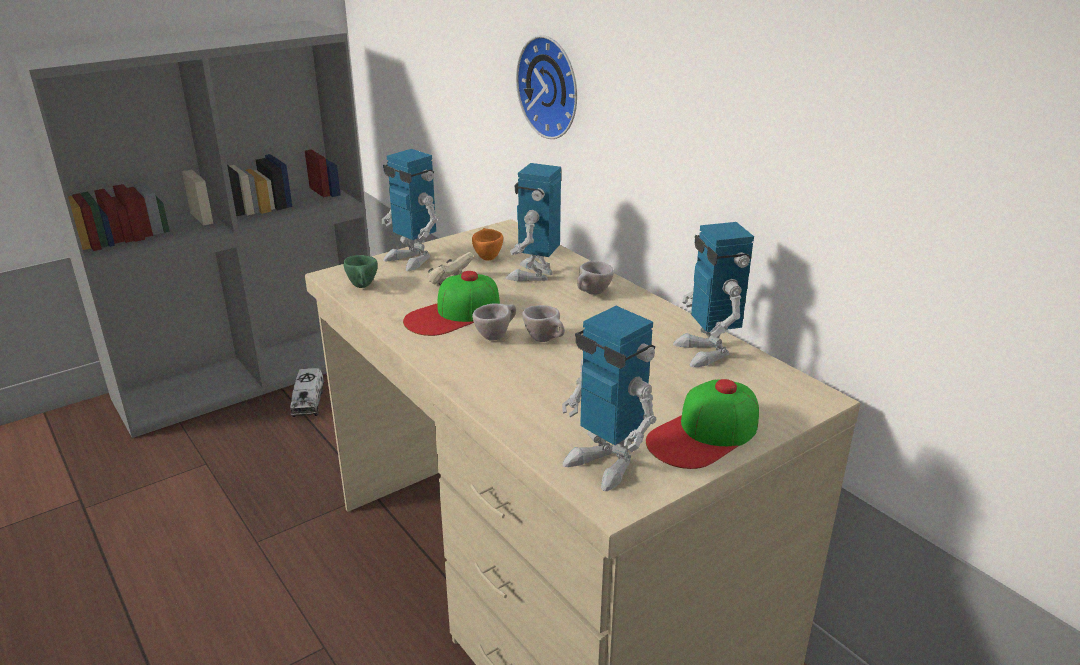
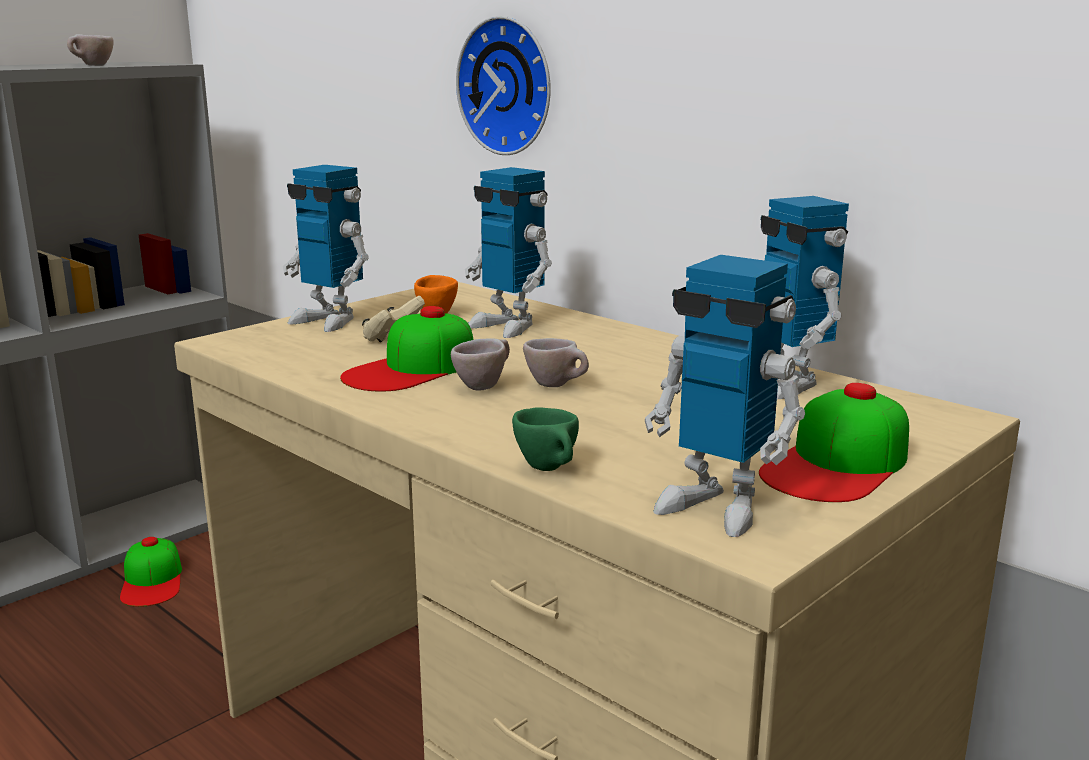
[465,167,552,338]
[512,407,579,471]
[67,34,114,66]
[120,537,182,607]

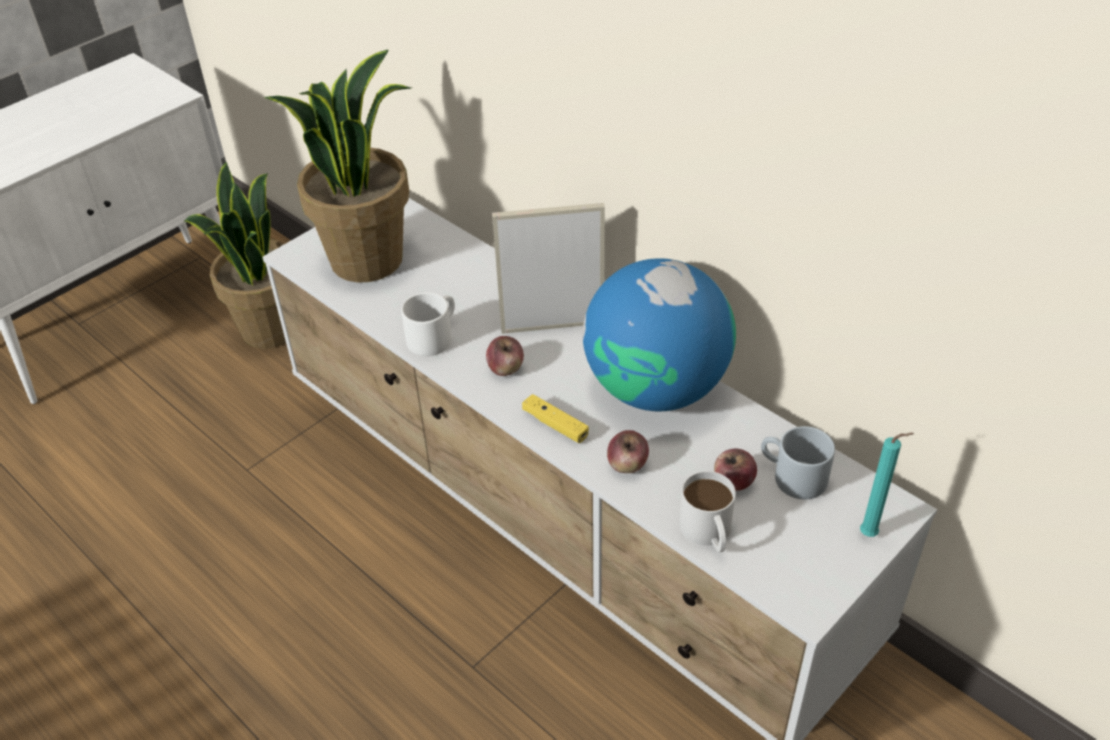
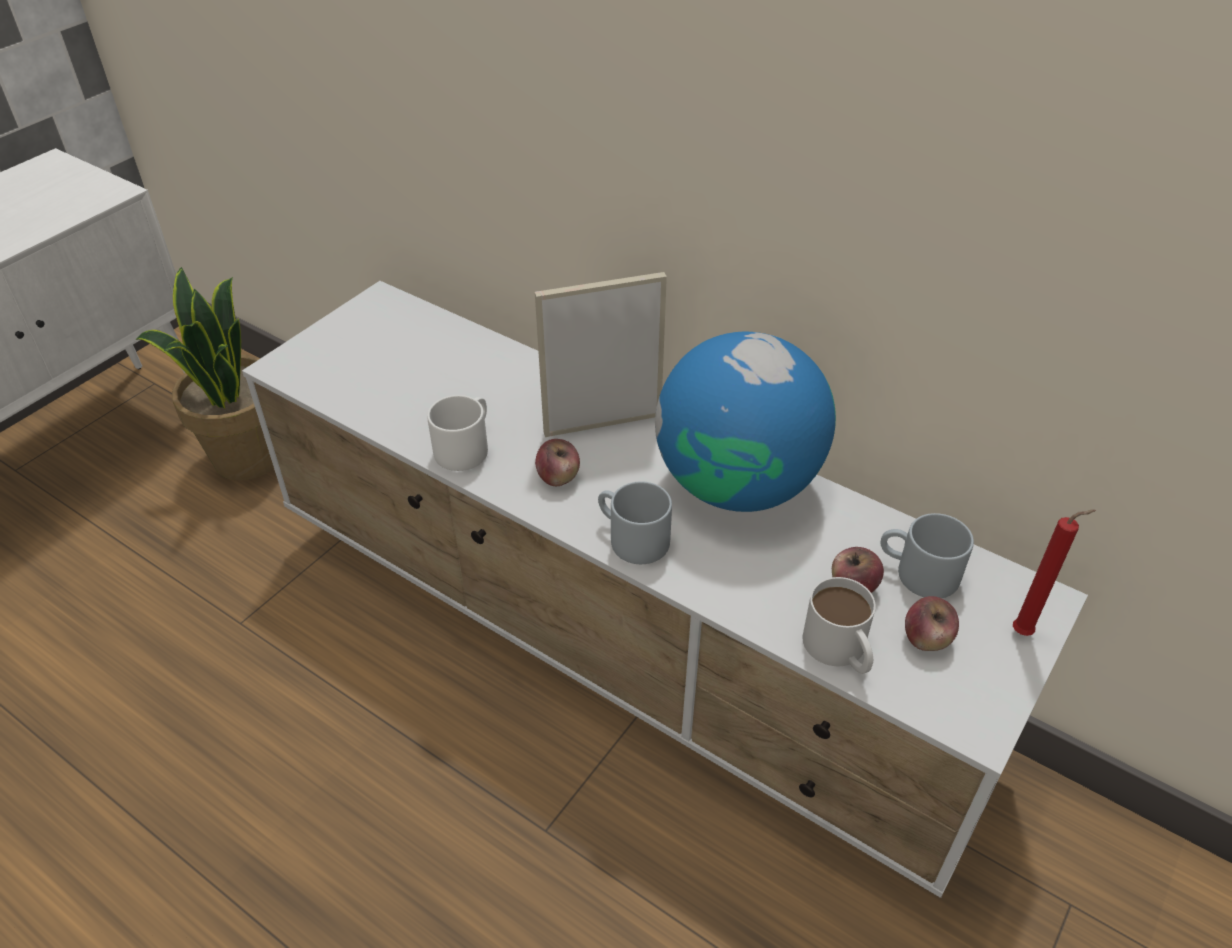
[265,50,411,283] (first image)
[598,481,672,564]
[905,596,959,651]
[1013,509,1096,636]

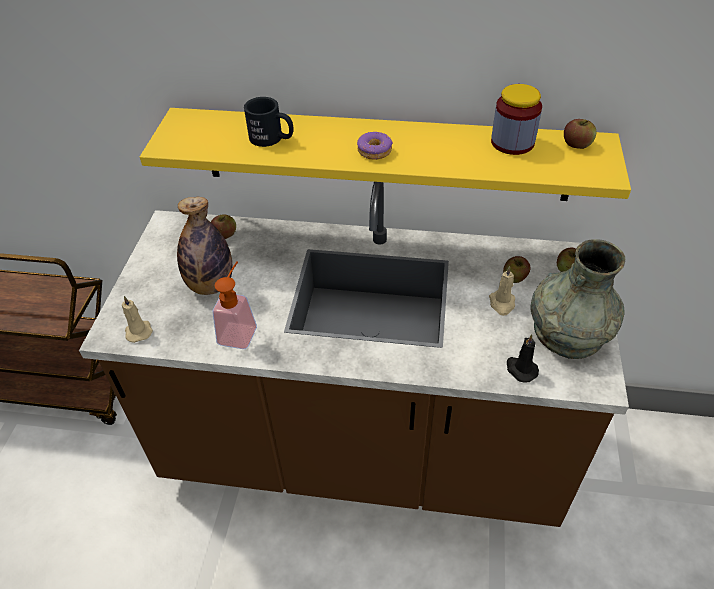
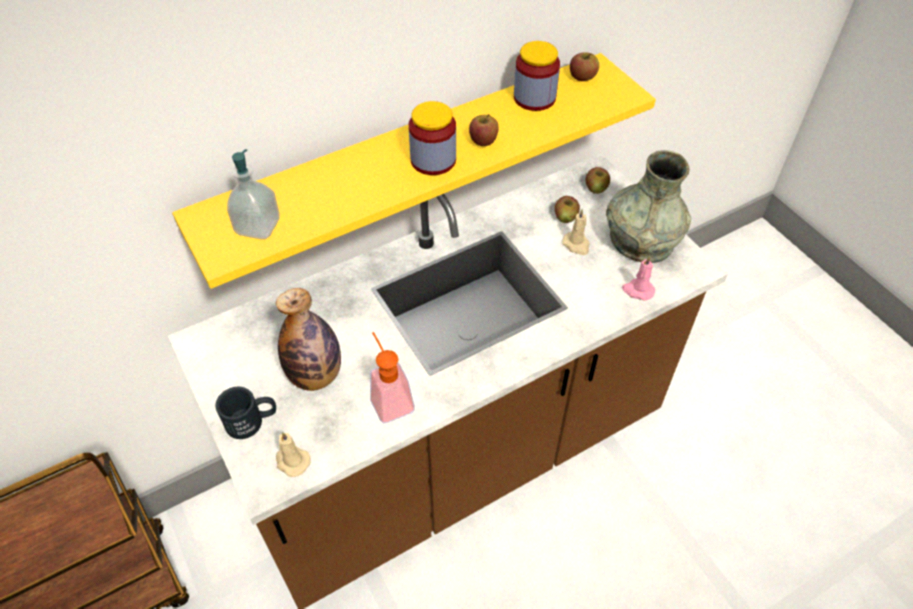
[216,387,276,439]
[409,101,456,175]
[469,114,499,146]
[622,256,655,301]
[227,149,280,239]

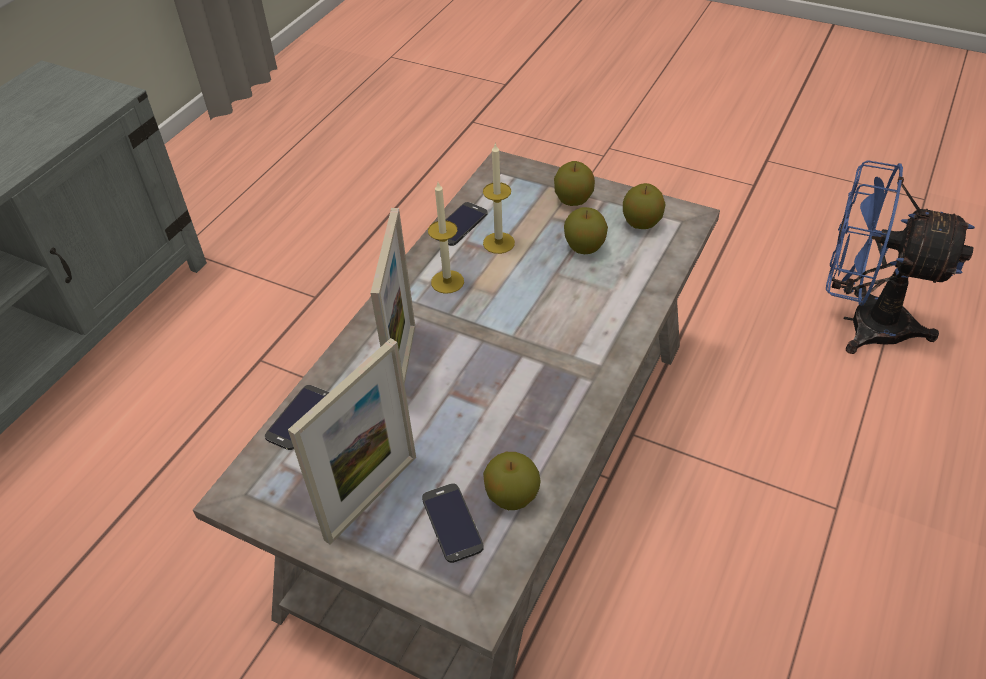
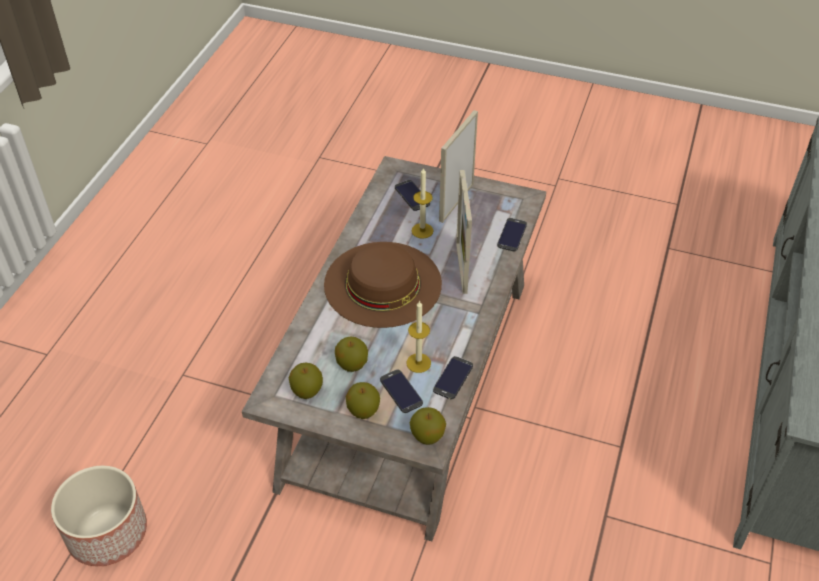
[51,466,147,566]
[412,168,434,239]
[410,407,446,445]
[324,242,442,328]
[380,369,423,413]

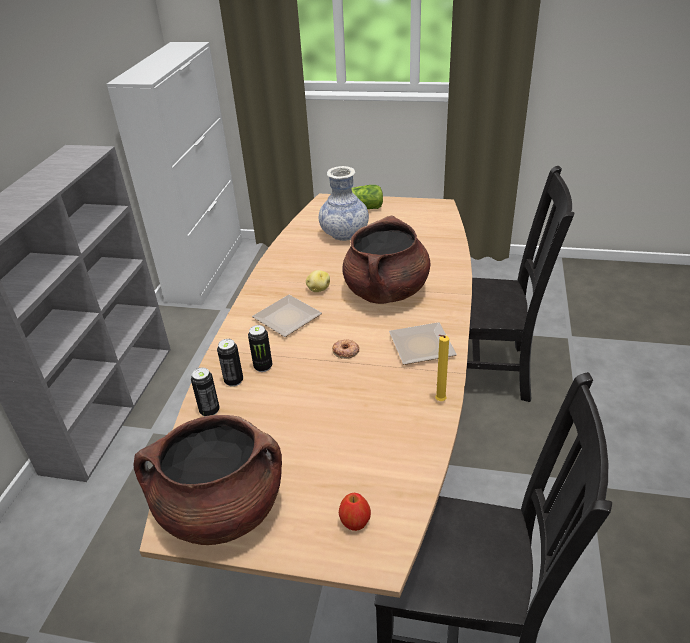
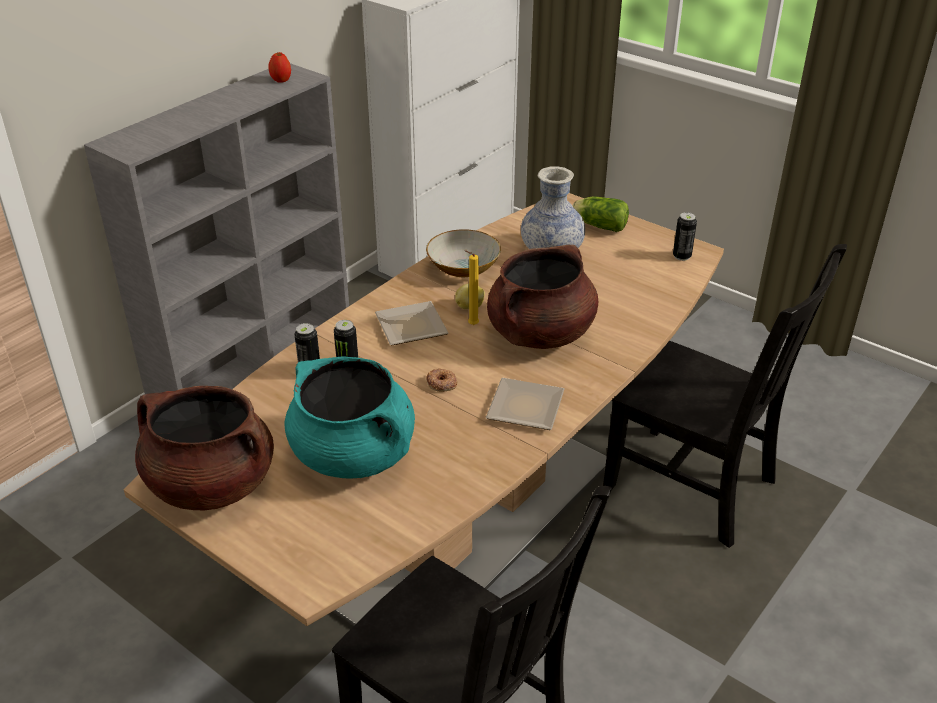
[465,250,479,325]
[673,212,697,261]
[268,52,291,83]
[426,229,501,277]
[285,356,415,479]

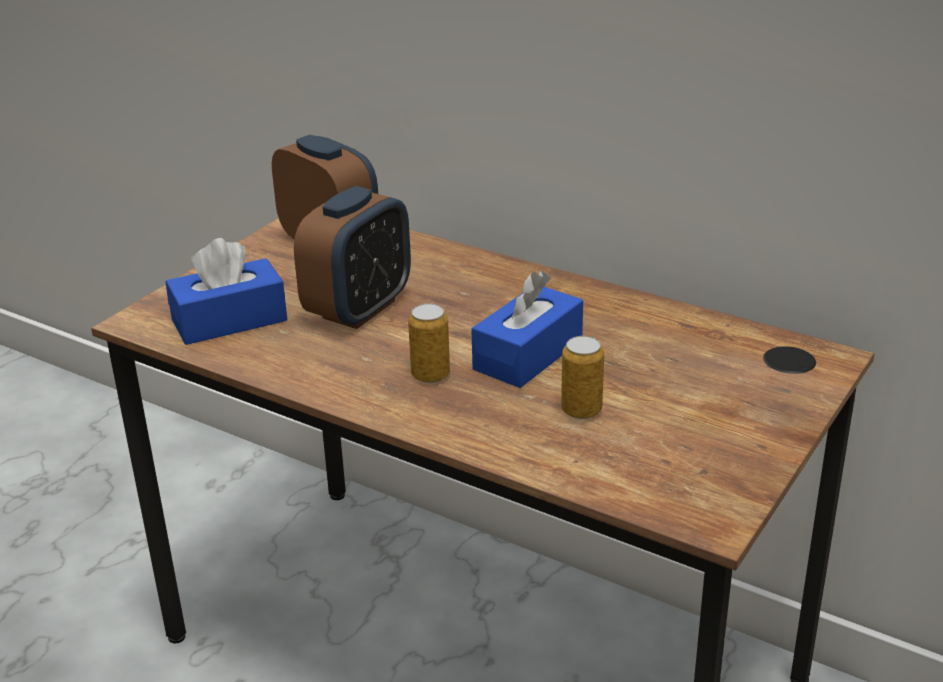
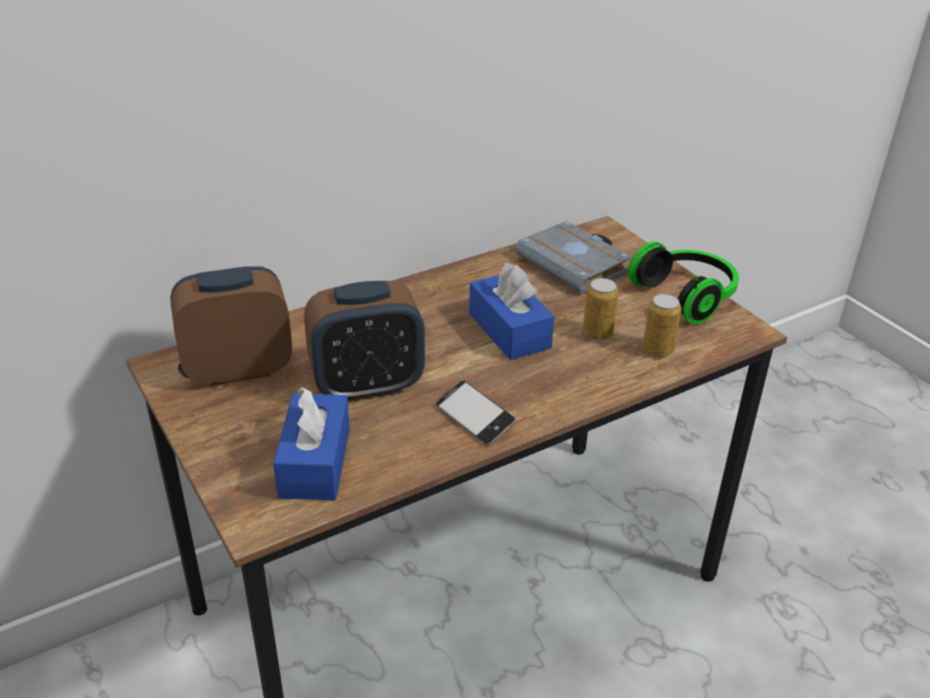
[304,281,425,402]
[643,294,682,357]
[515,221,632,293]
[628,242,739,324]
[436,380,516,446]

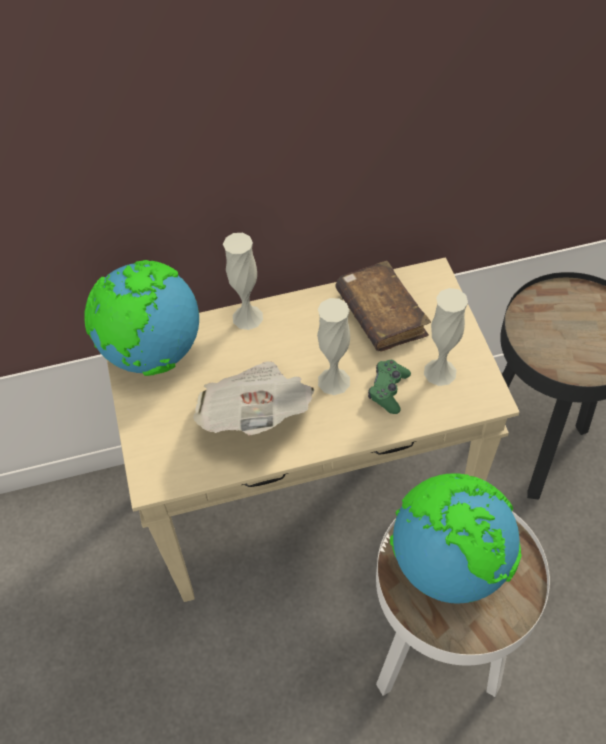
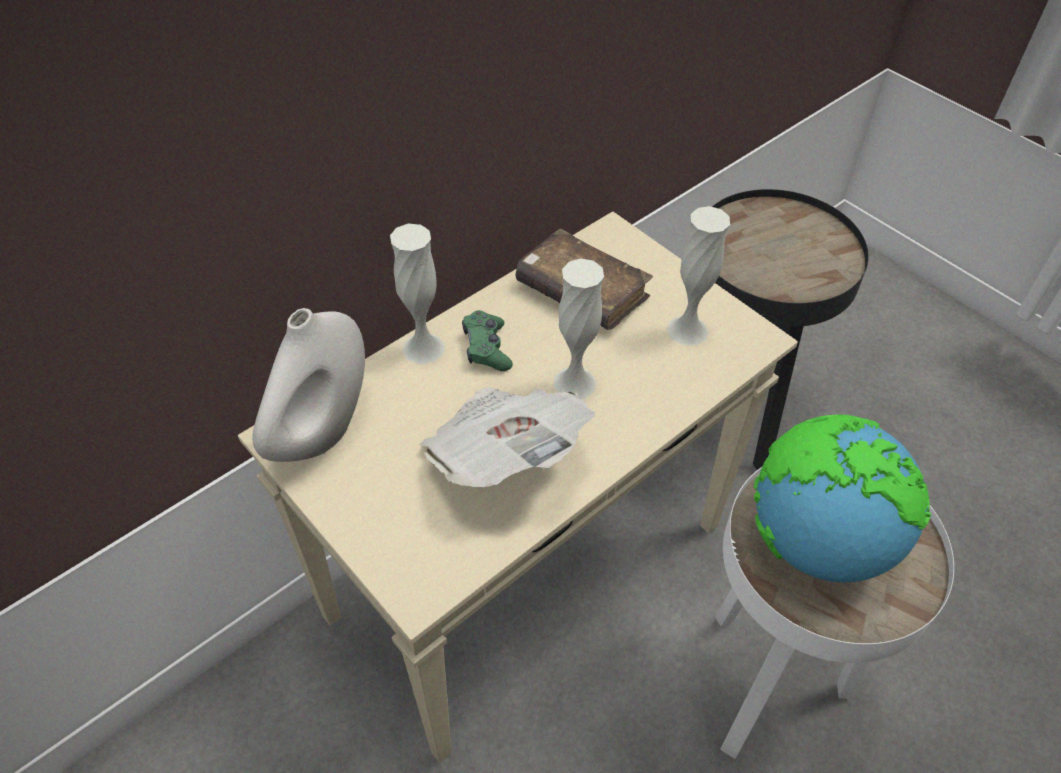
[253,308,365,462]
[462,310,513,371]

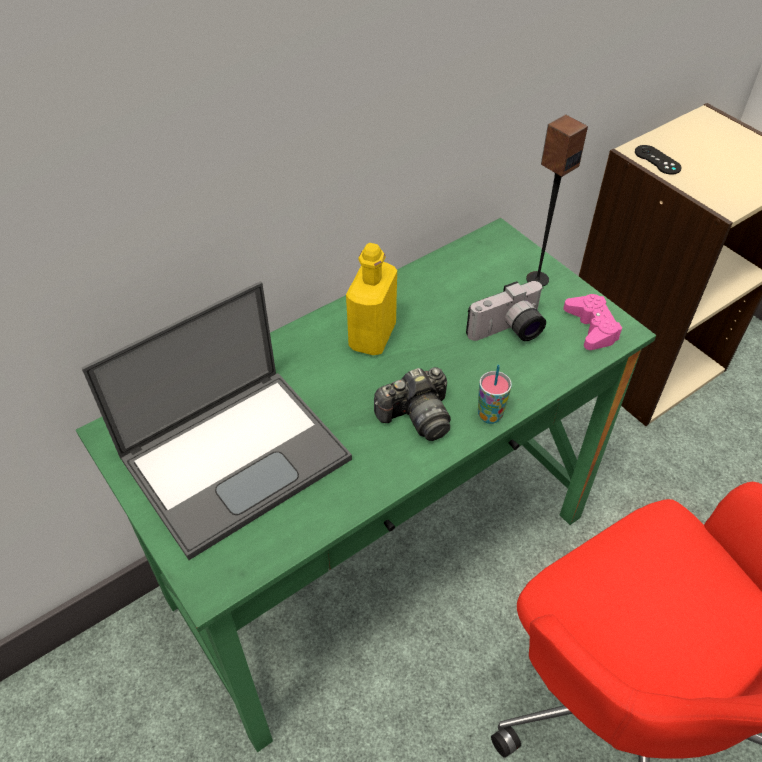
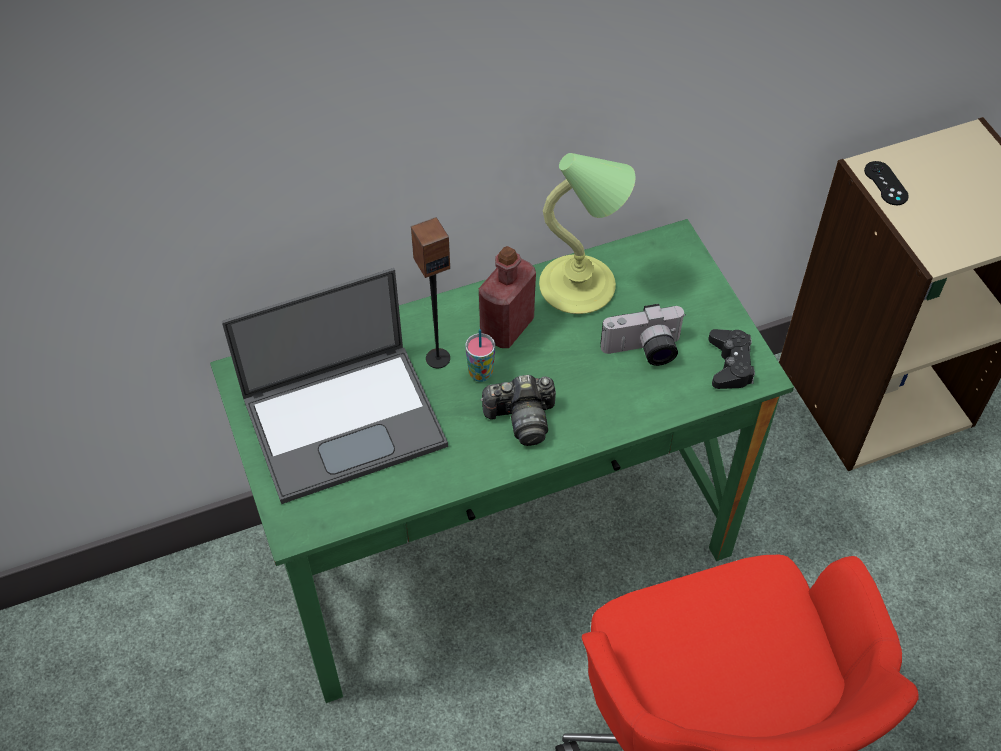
[411,217,450,368]
[479,246,536,348]
[708,329,755,389]
[465,329,495,382]
[539,153,635,314]

